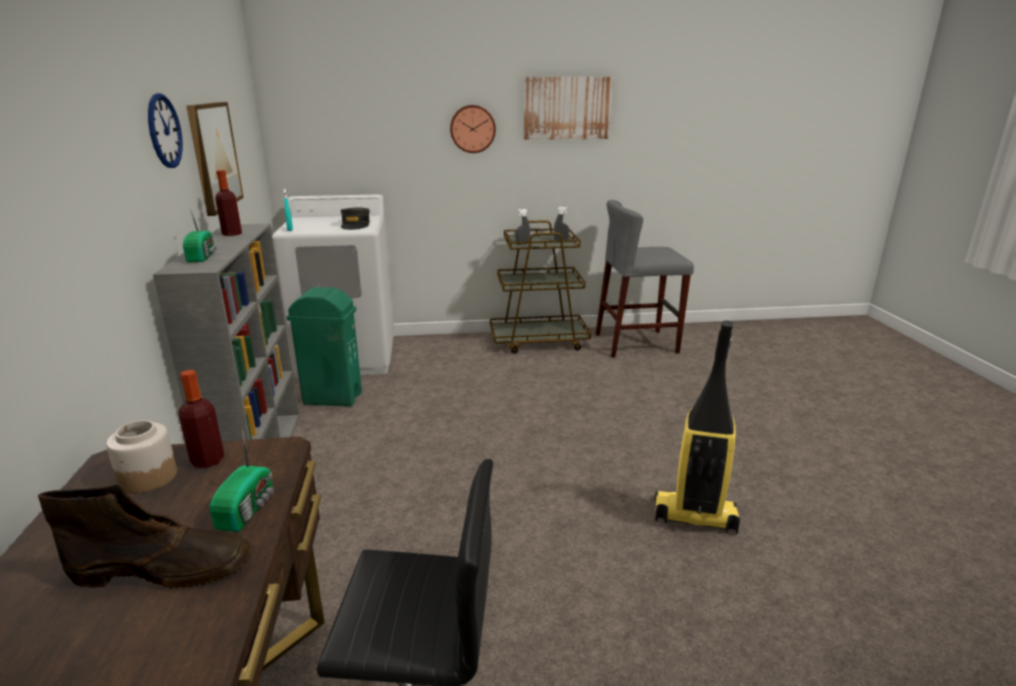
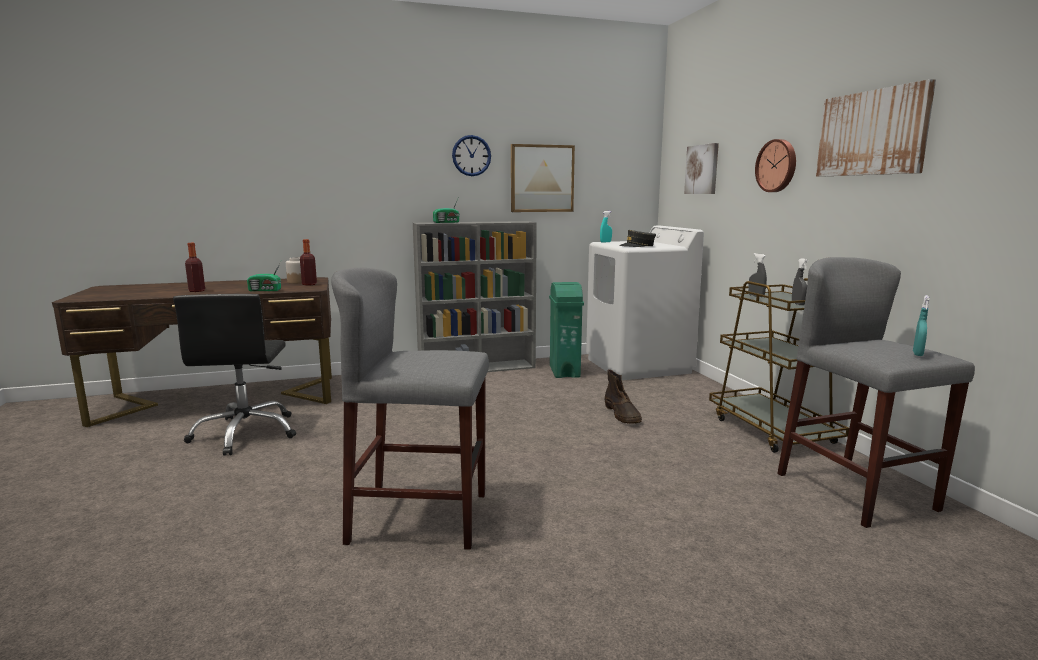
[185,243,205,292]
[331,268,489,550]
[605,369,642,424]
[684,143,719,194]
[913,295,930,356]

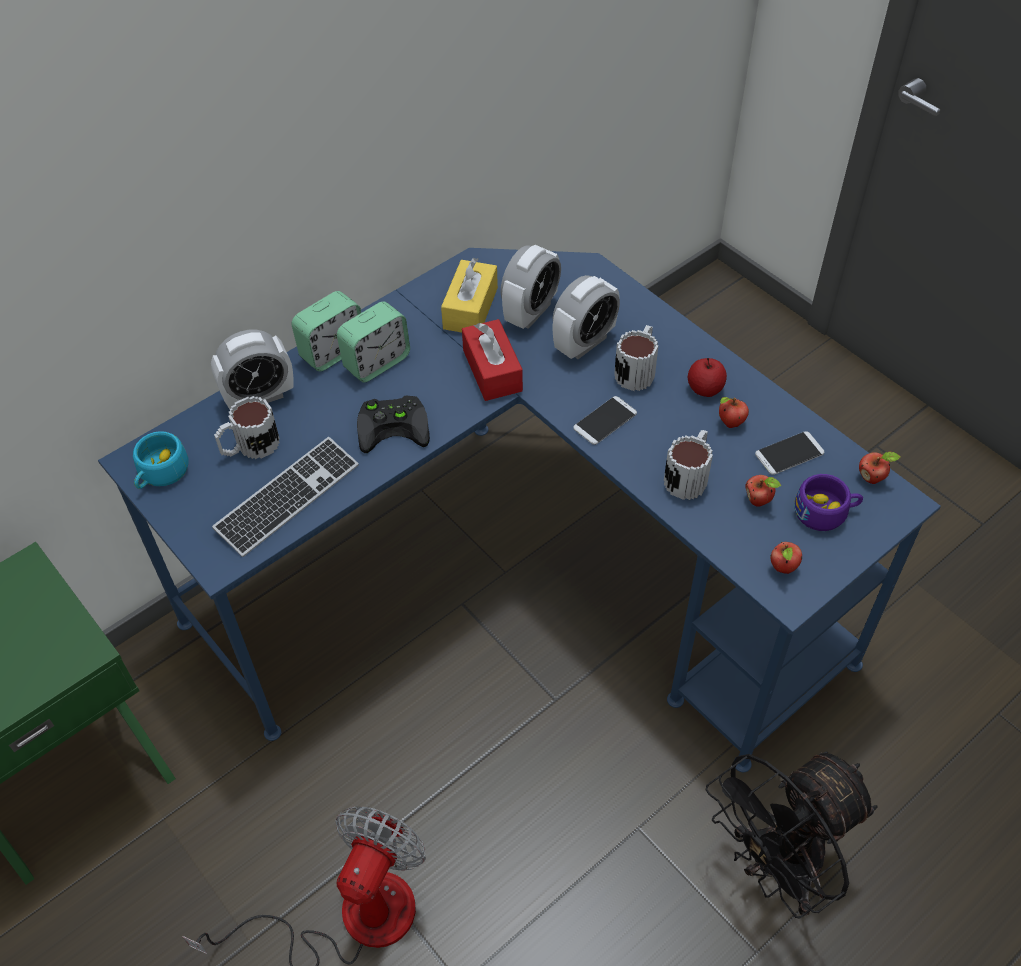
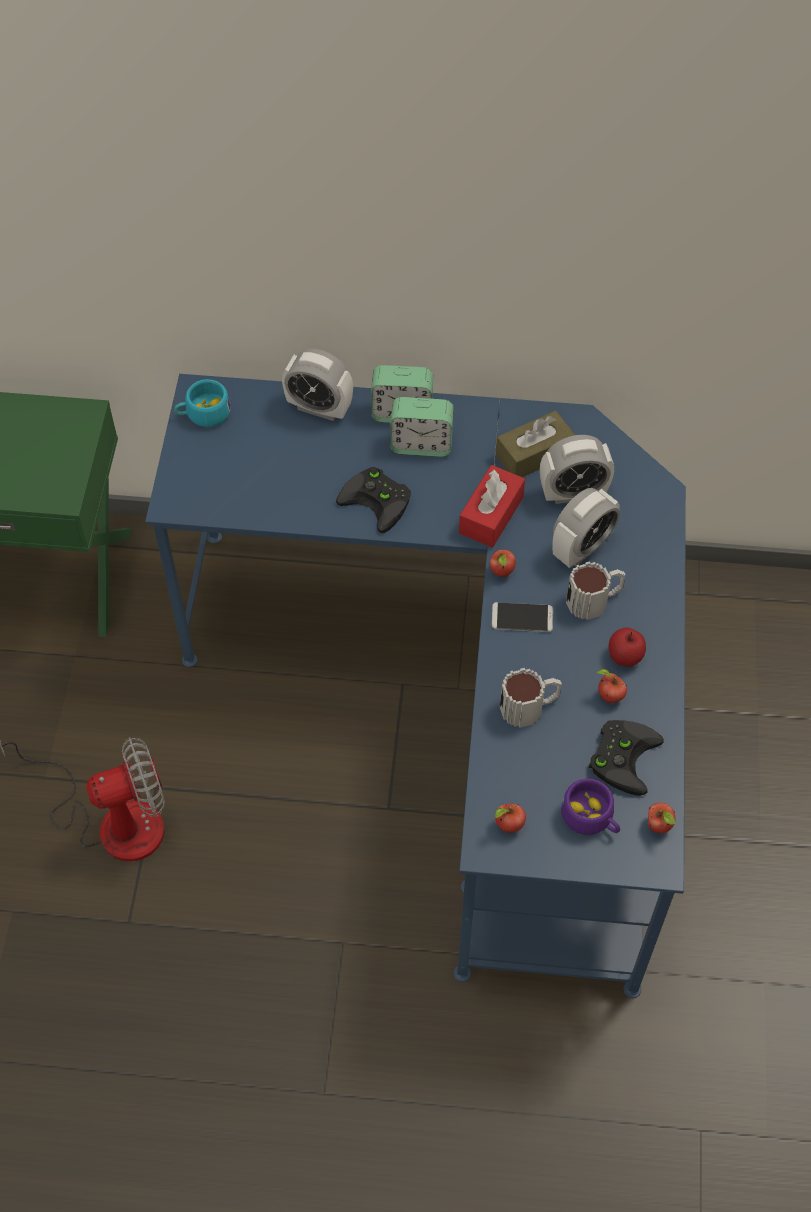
[495,411,575,477]
[552,488,620,568]
[214,396,280,459] (first image)
[589,720,664,796]
[212,437,359,557] (first image)
[489,550,516,577]
[706,752,878,918] (first image)

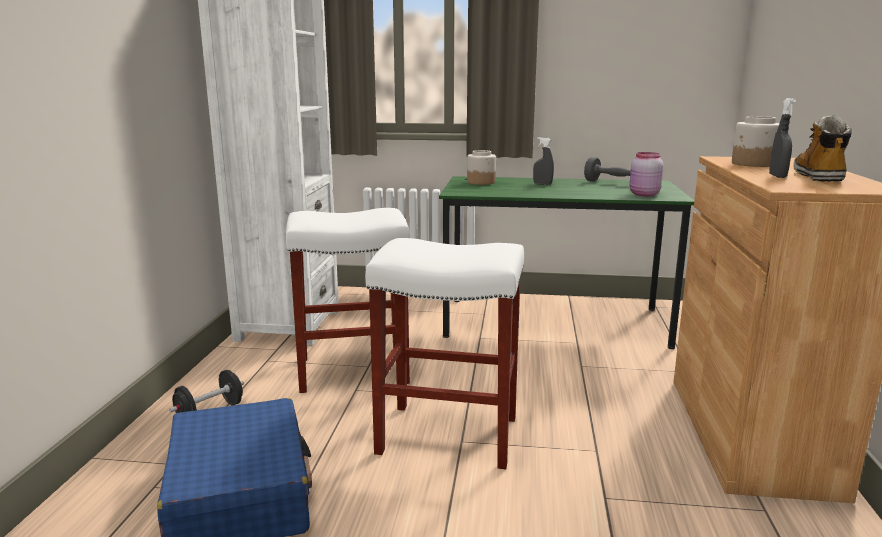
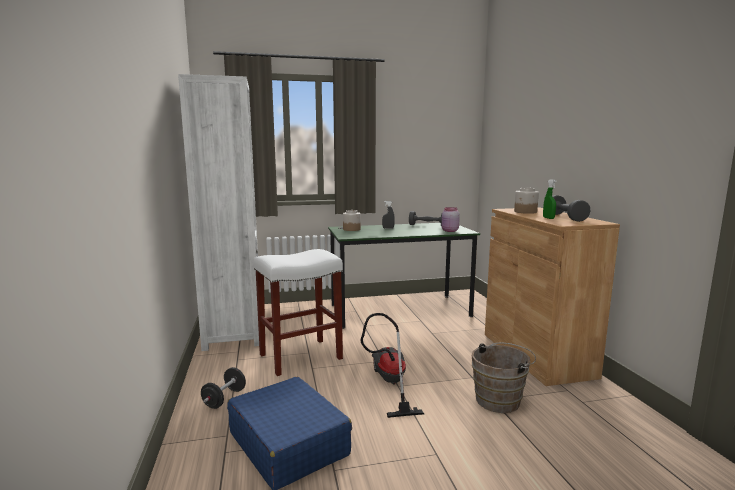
[543,180,556,219]
[552,195,590,222]
[361,313,424,418]
[472,343,536,413]

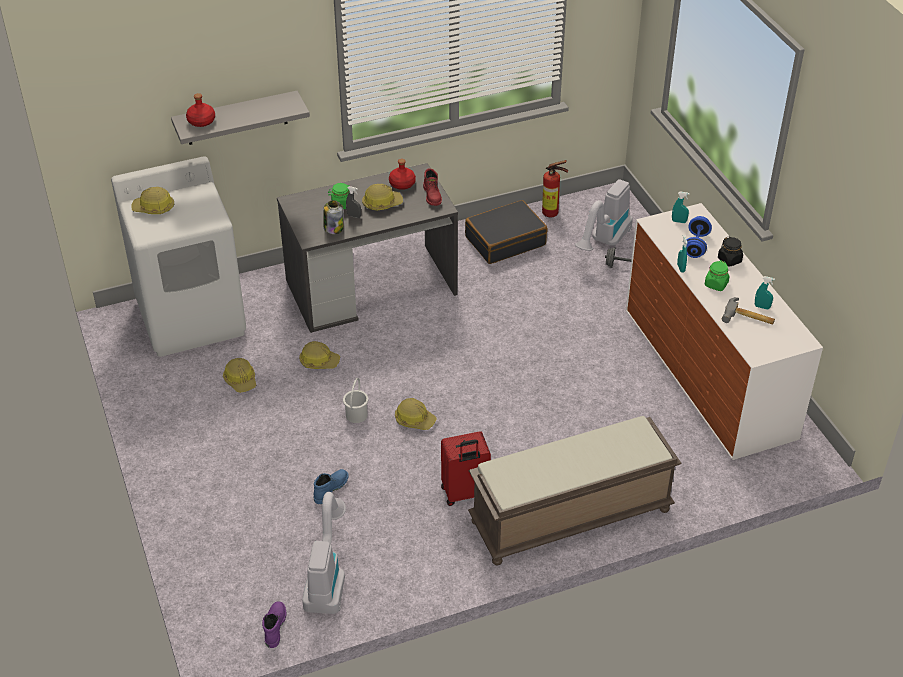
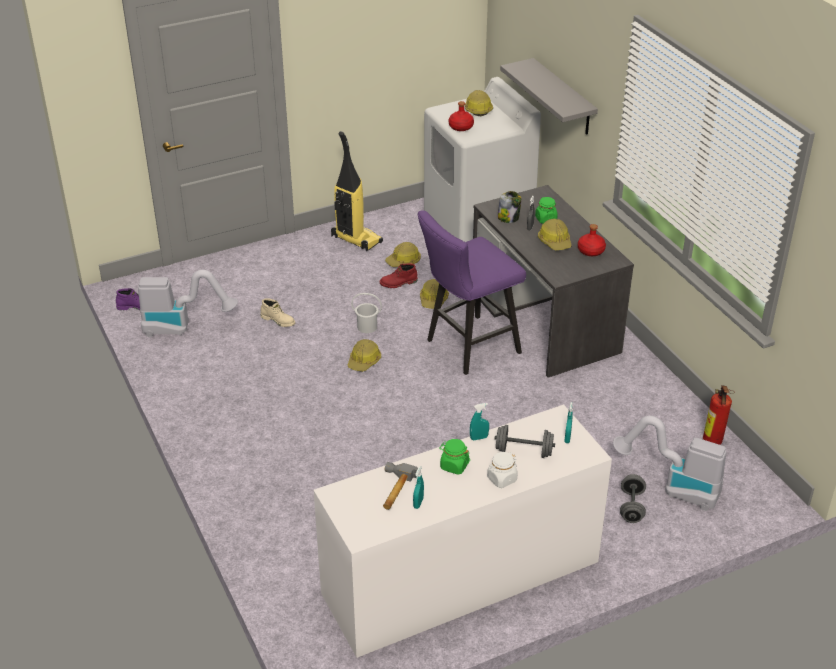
[449,101,474,131]
[380,263,418,288]
[465,200,547,264] (first image)
[494,425,555,458]
[487,452,518,488]
[468,416,682,566] (first image)
[441,431,491,506] (first image)
[261,298,295,327]
[331,131,383,251]
[417,210,526,375]

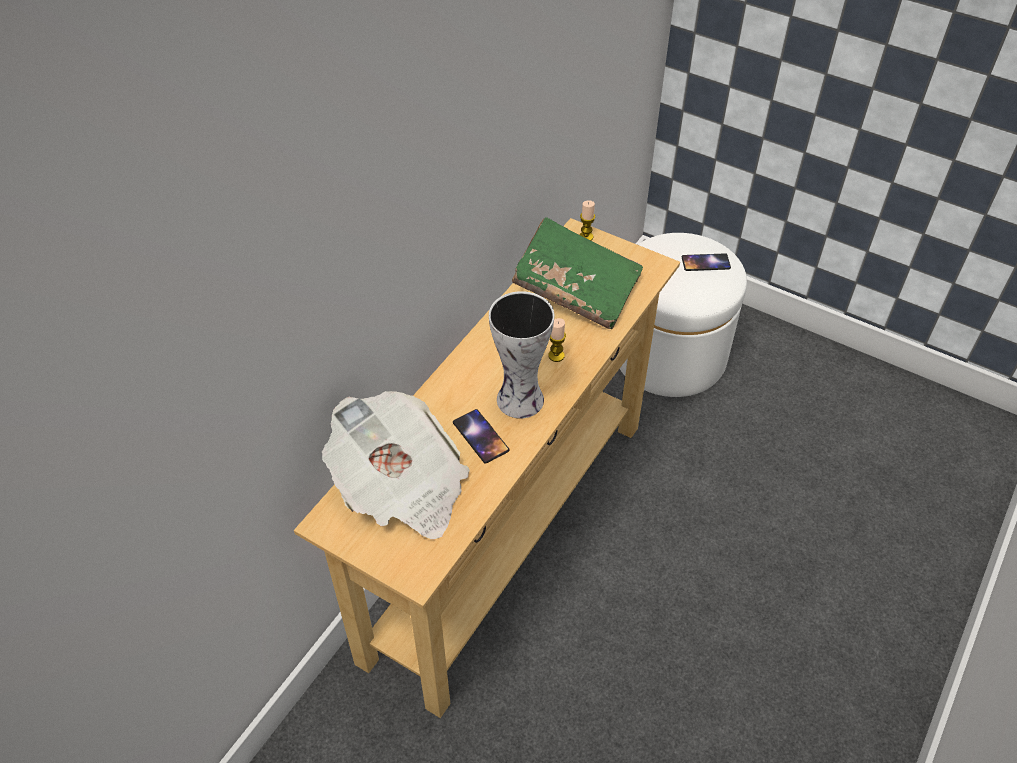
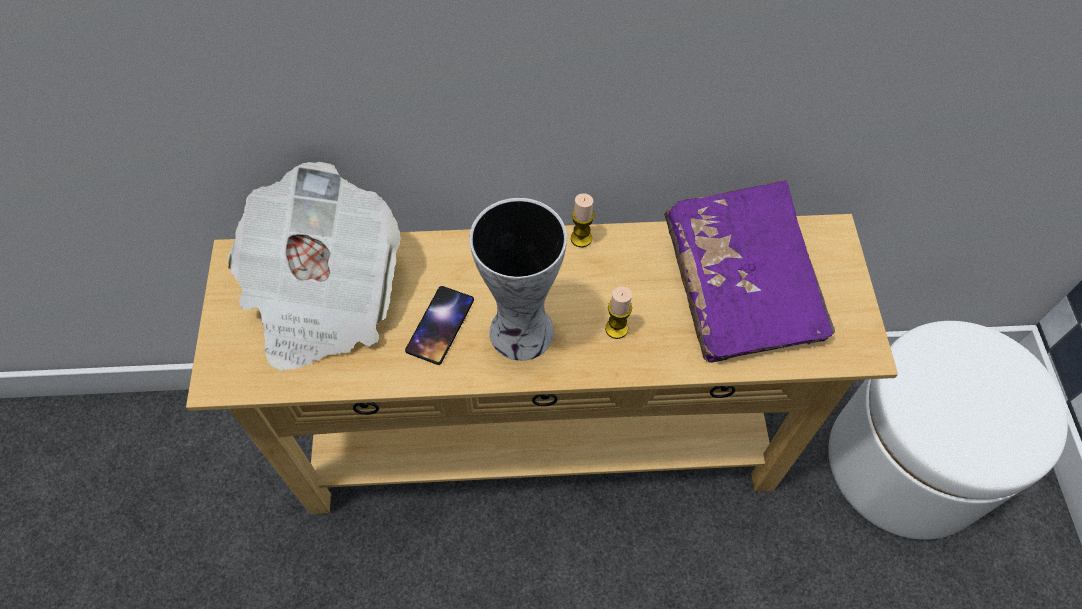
[571,193,595,247]
[664,180,835,363]
[682,253,731,271] (first image)

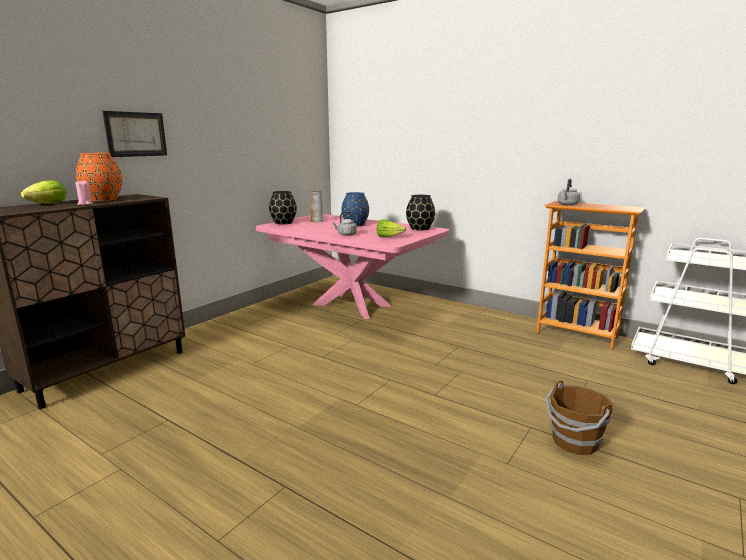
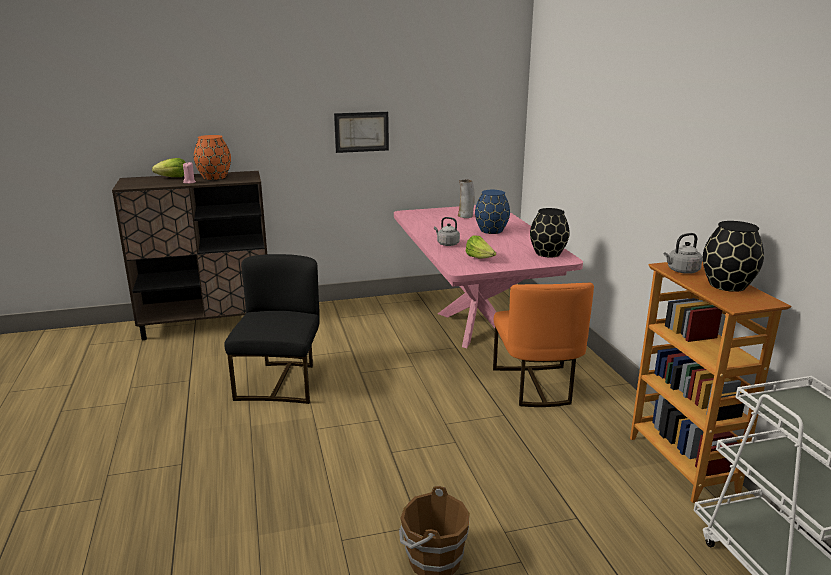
[334,112,389,153]
[703,221,764,292]
[224,254,320,404]
[493,283,594,407]

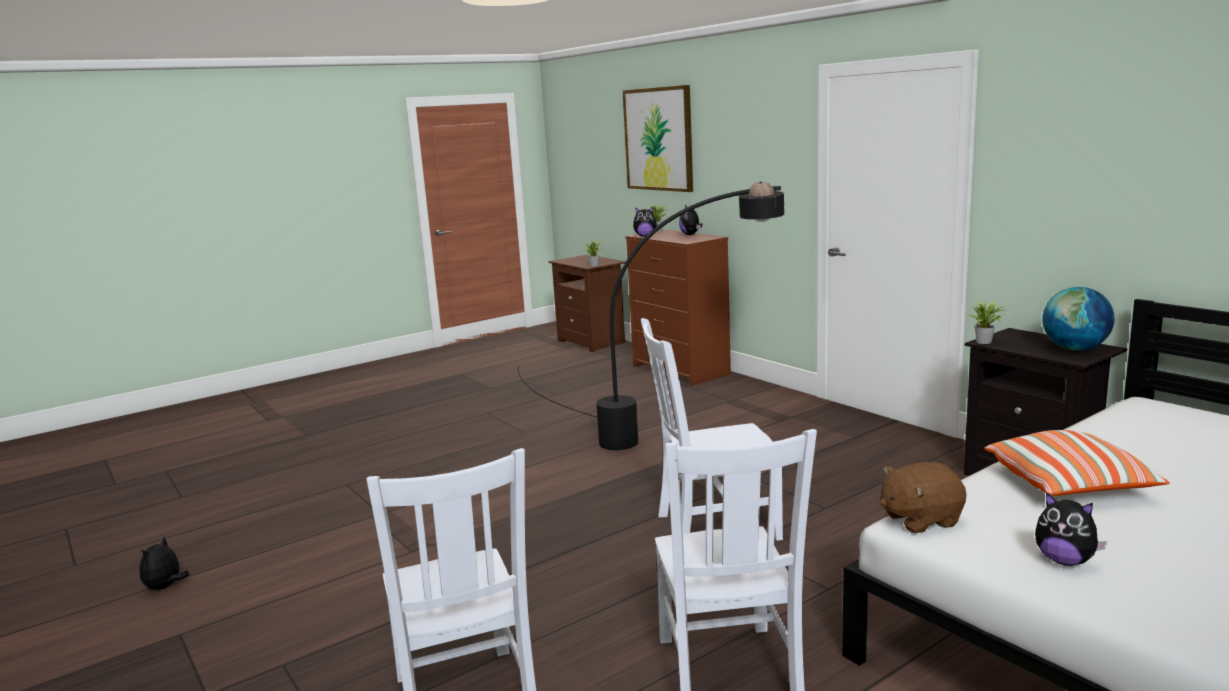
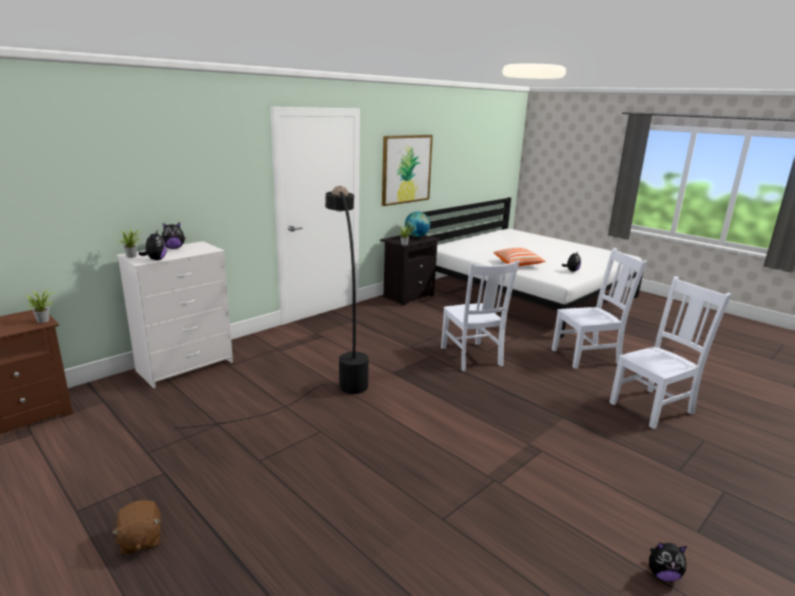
[382,135,433,206]
[117,241,233,388]
[111,500,161,556]

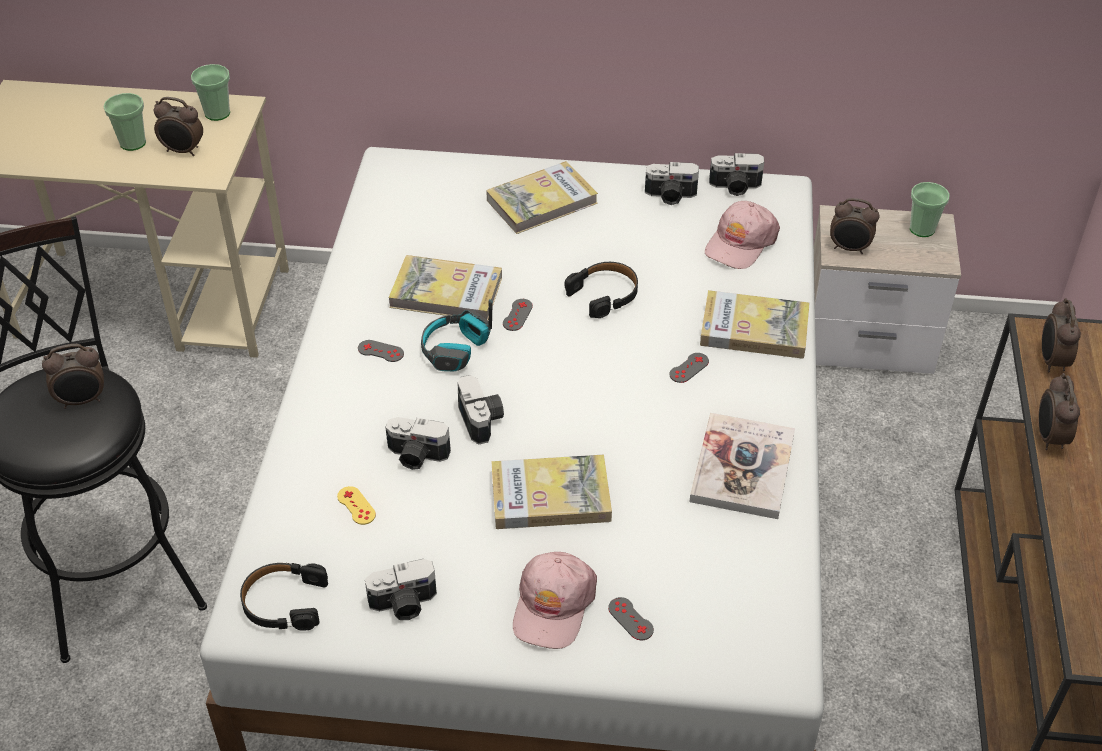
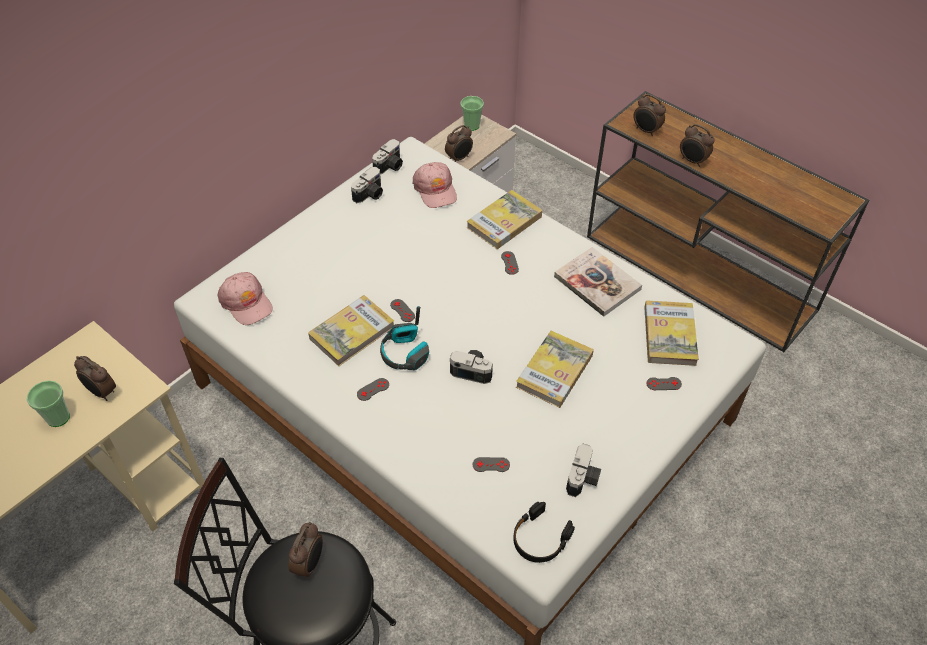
[191,64,230,121] (first image)
[74,356,116,401]
[644,300,699,366]
[565,262,638,318] (first image)
[385,417,451,470] (first image)
[472,457,510,472]
[218,272,273,325]

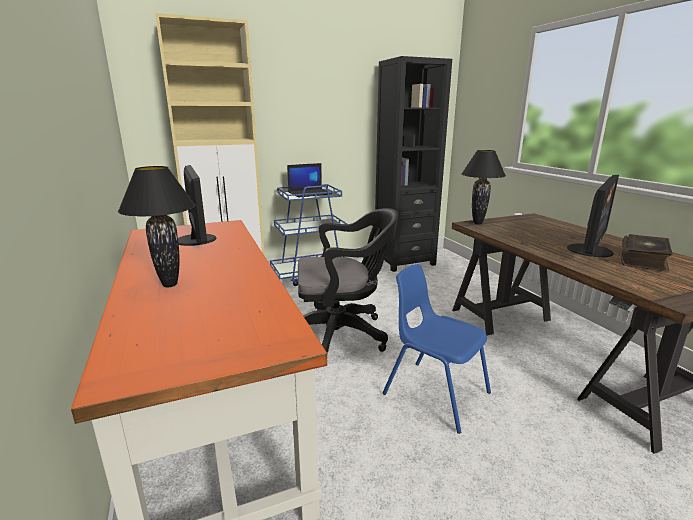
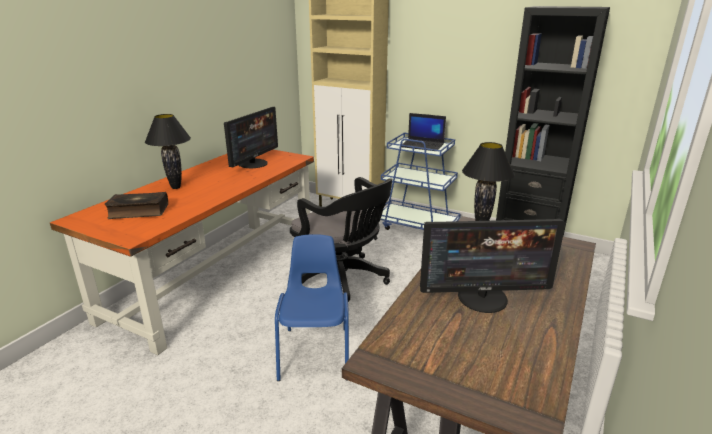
[105,192,168,219]

